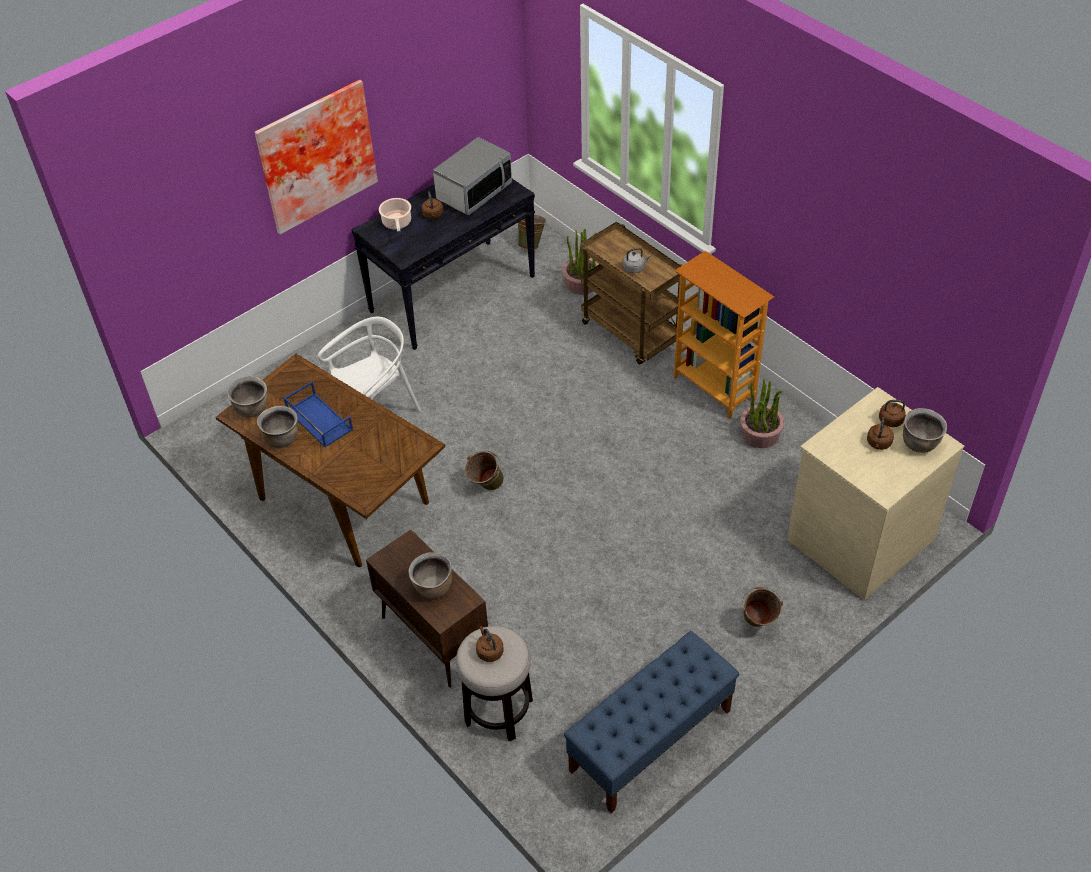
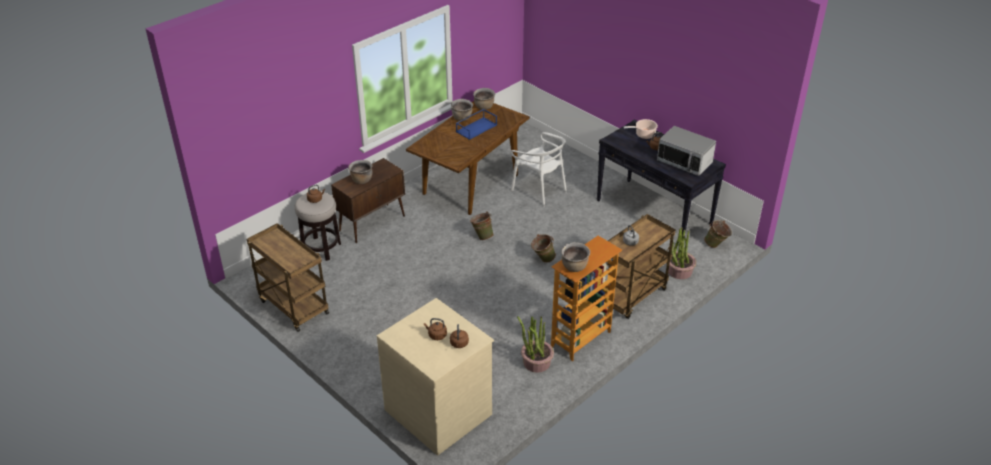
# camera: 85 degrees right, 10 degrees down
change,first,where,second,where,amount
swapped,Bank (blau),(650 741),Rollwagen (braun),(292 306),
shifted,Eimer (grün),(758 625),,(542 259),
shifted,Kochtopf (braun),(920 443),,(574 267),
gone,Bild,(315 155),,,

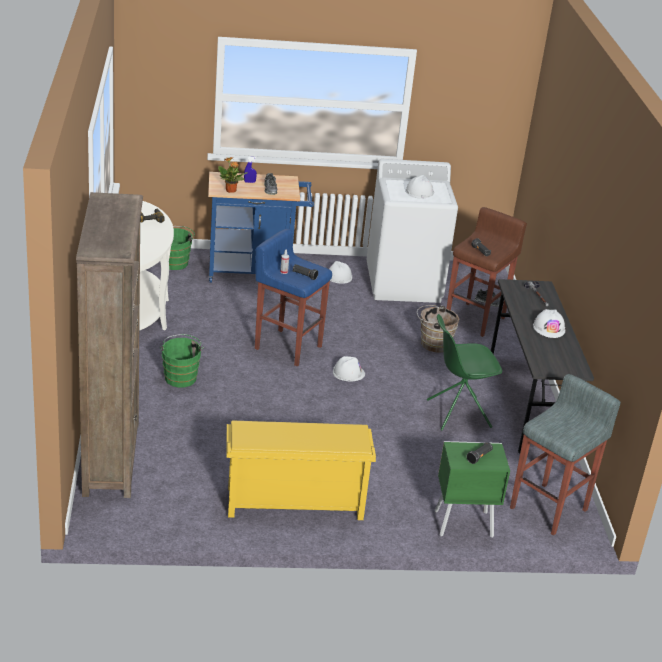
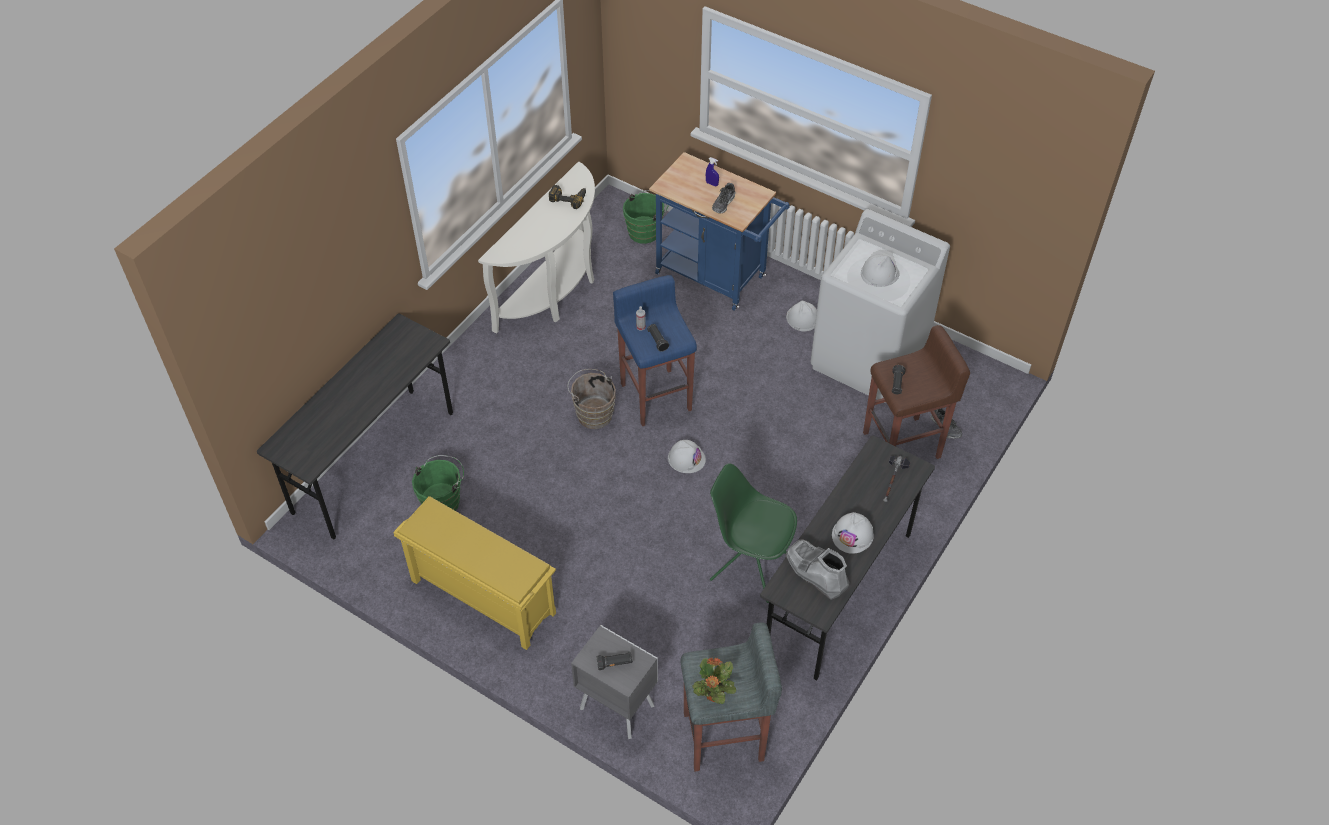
# camera: 40 degrees right, 20 degrees up
change,first,where,second,where,amount
swapped,Bücherregal (braun),(111 458),Schreibtisch (grau),(374 461),
shifted,Eimer (grün),(180 377),,(443 500),
shifted,Eimer (braun),(433 343),,(593 413),
repainted,Nachttisch (grün),(462 523),Nachttisch (grau),(616 706),
shifted,Topfpflanze,(231 191),,(713 695),
new,,,Stiefel (grau),(816 572),

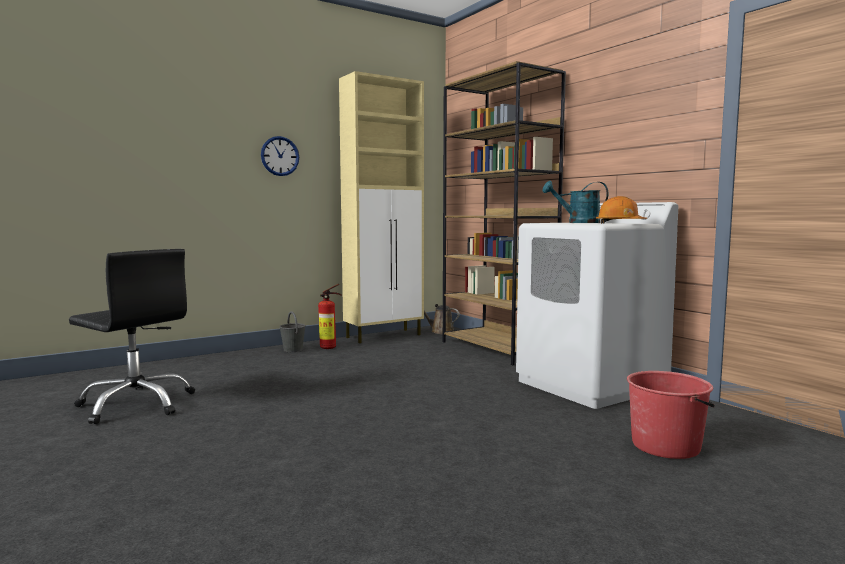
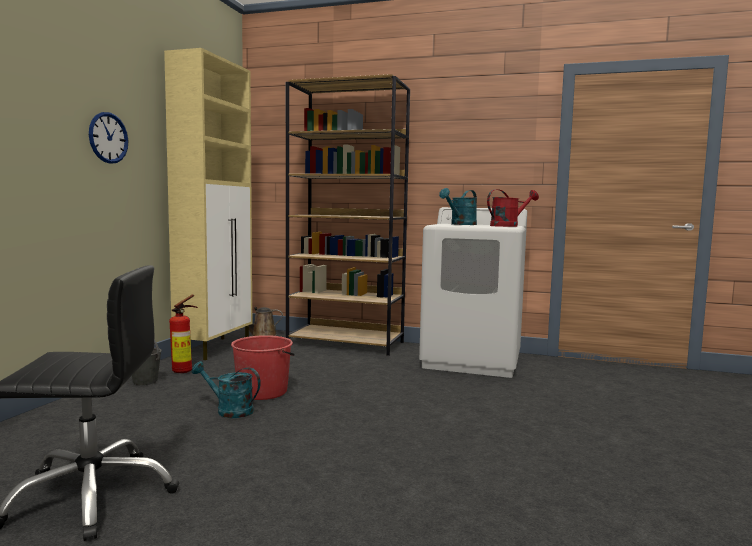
# camera: 40 degrees left, 0 degrees up
change,first,where,second,where,amount
new,,,Gießkanne (türkis),(229 411),
shifted,Eimer (rot),(666 446),,(263 391),
swapped,Schutzhelm (orange),(620 223),Gießkanne (rot),(508 226),

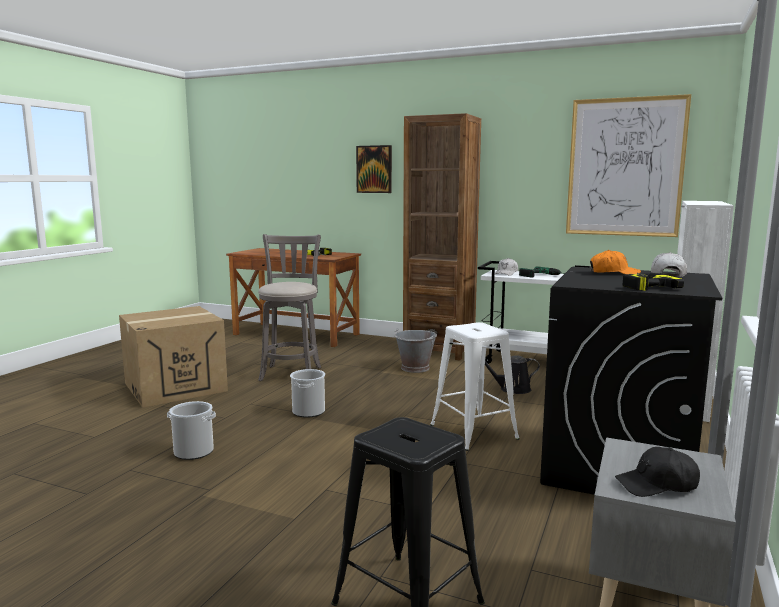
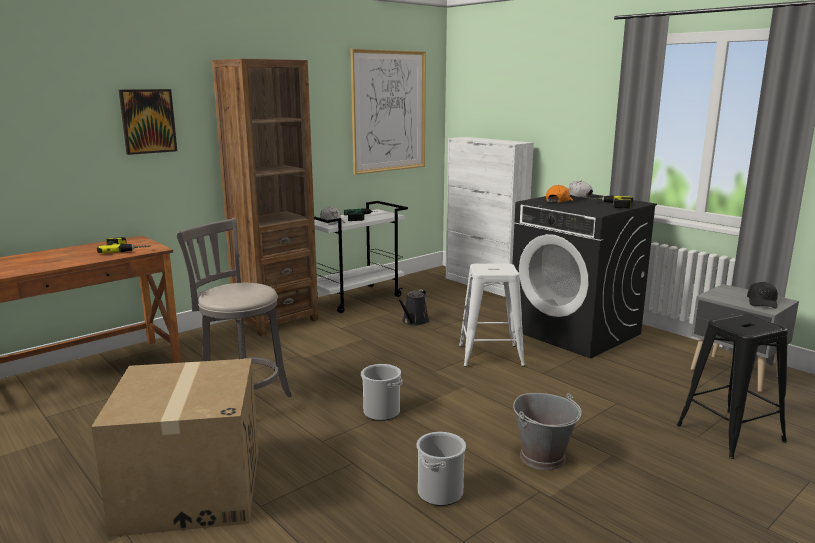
# camera: 65 degrees left, 5 degrees up
change,first,where,second,where,amount
shifted,Eimer (grau),(415 368),,(543 457),

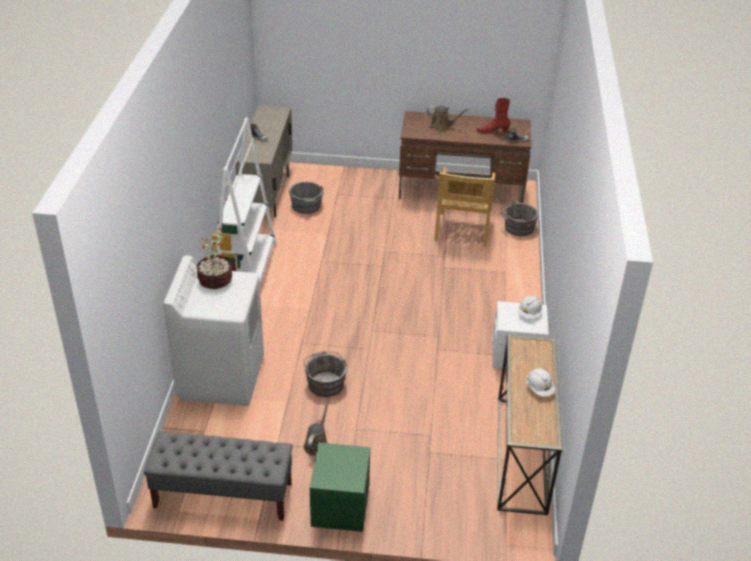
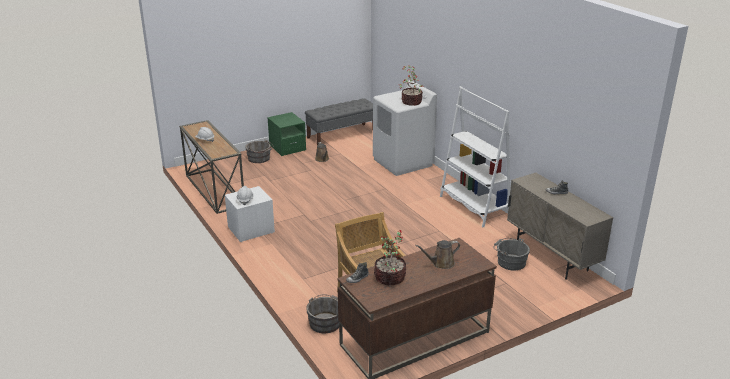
# camera: 145 degrees right, 10 degrees down
change,first,where,second,where,amount
shifted,Eimer (grau),(325 382),,(260 159),
swapped,Stiefel (rot),(492 132),Topfpflanze,(390 278),

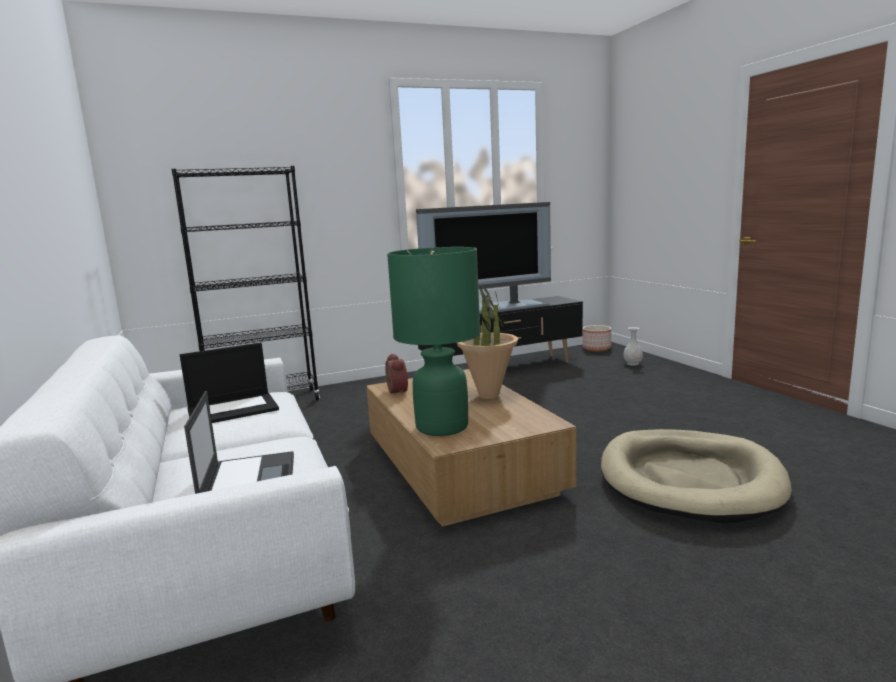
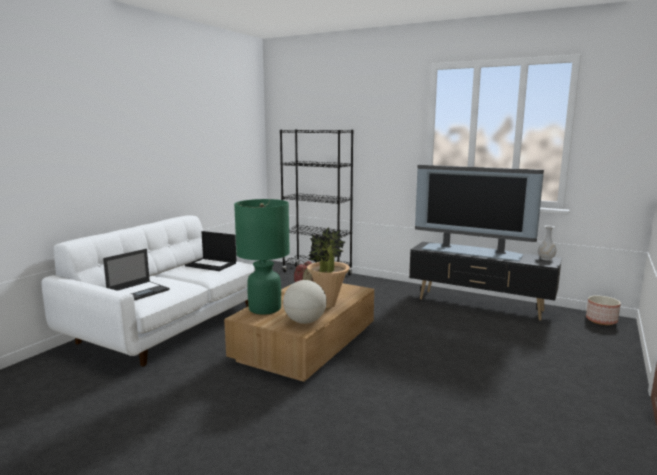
# camera: 50 degrees right, 0 degrees up
change,first,where,second,where,amount
new,,,Globus,(304 321),
shifted,Vase (weiß),(633 364),,(546 259),
gone,Hundebett (beige),(689 479),,,

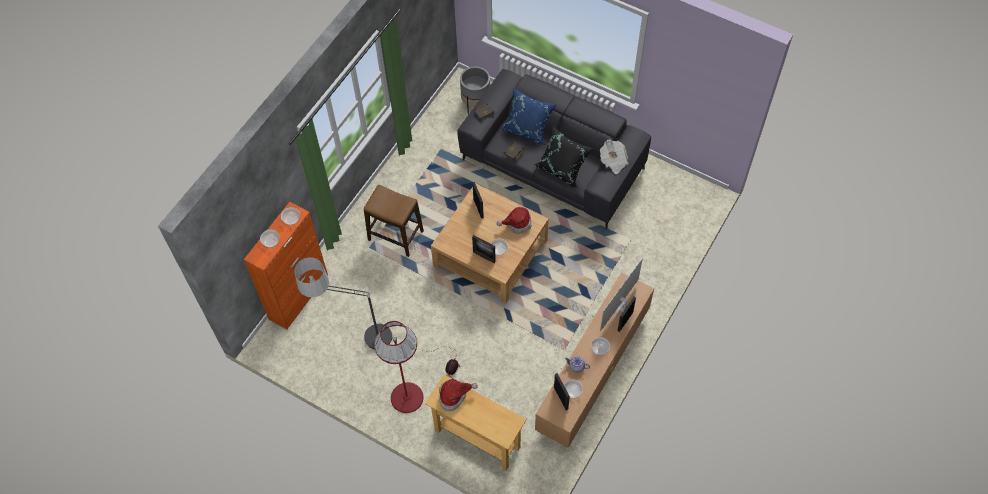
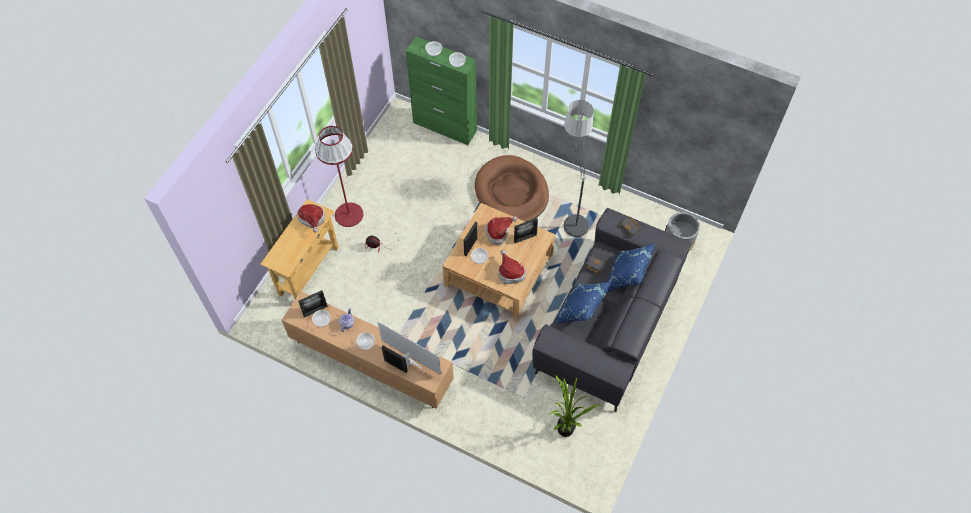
# camera: 85 degrees right, 0 degrees up
change,first,where,second,where,amount
repainted,Schrank (orange),(299 296),Schrank (grün),(445 127),
swapped,Hocker,(396 236),Hundebett (braun),(512 192),
new,,,Hut,(499 232),
new,,,Topfpflanze,(564 425),
repainted,Kissen (schwarz),(562 168),Kissen (blau),(580 311),
shifted,Stehlampe,(355 340),,(571 209),
gone,Zeitung,(613 161),,,

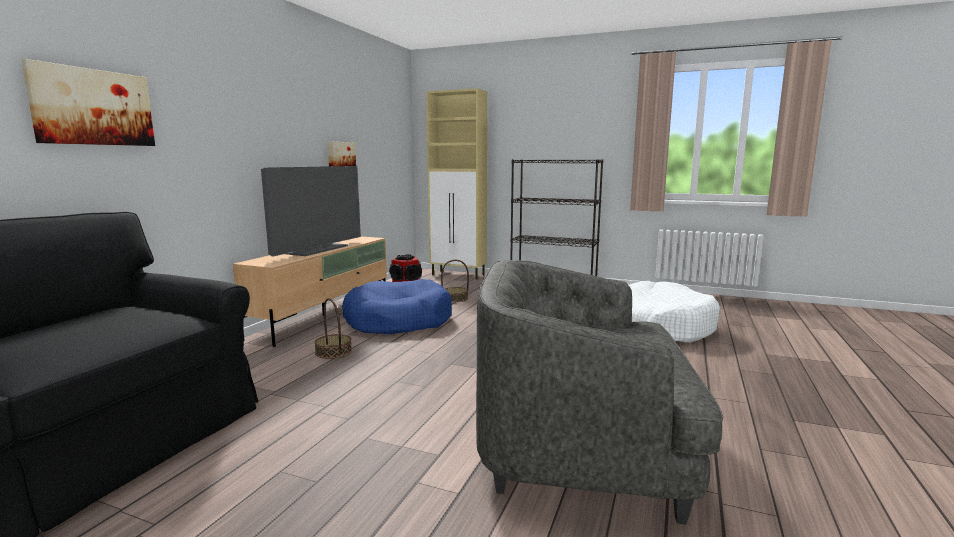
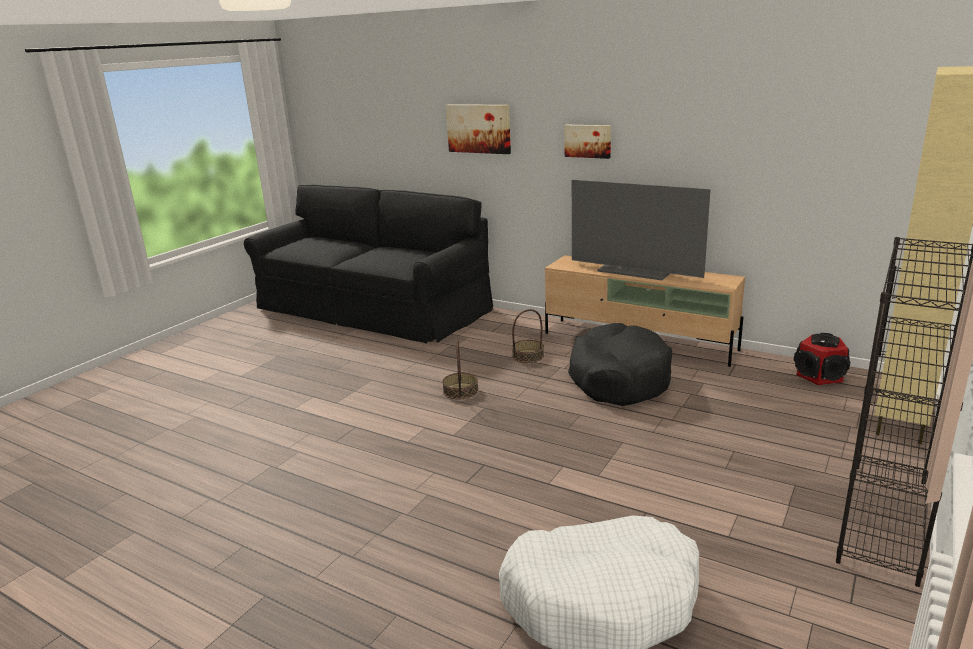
# camera: 100 degrees right, 10 degrees up
change,first,where,second,where,amount
shifted,Korb,(455 298),,(460 391),
shifted,Bild,(340 155),,(588 141),
repainted,Hundebett (blau),(398 321),Hundebett (schwarz),(619 378),
gone,Sessel (grau),(581 446),,,

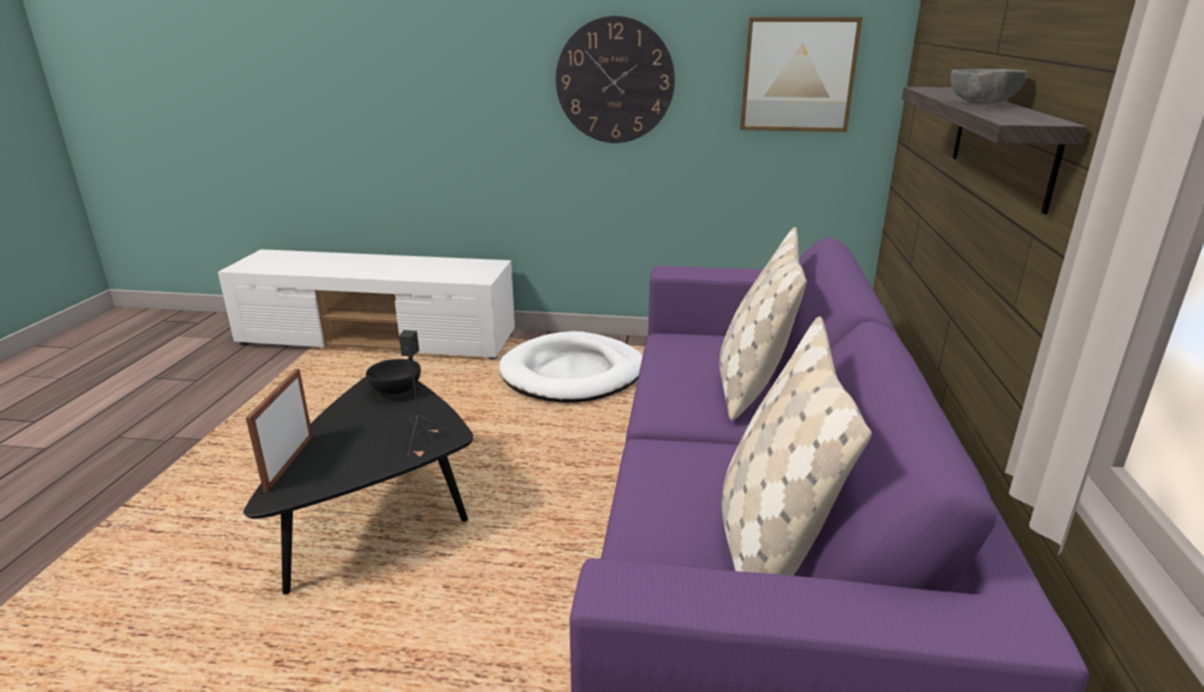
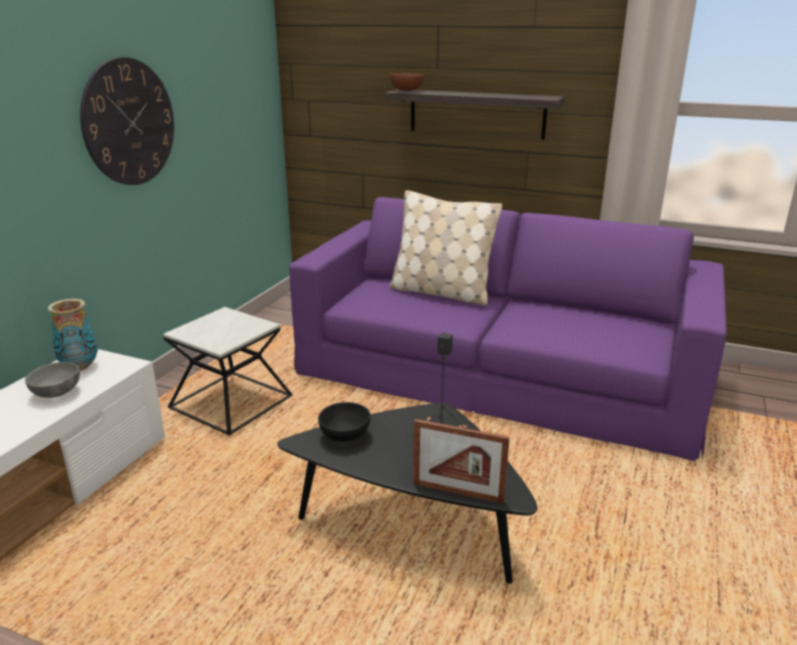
# camera: 75 degrees left, 0 degrees up
change,first,where,second,where,amount
shifted,Schüssel (grau),(981 104),,(57 394),
new,,,Vase,(80 367),
swapped,Hundebett (weiß),(573 373),Beistelltisch,(231 402),
new,,,Schüssel (braun),(405 91),
gone,Kissen (beige),(769 542),,,
gone,Bild,(798 75),,,

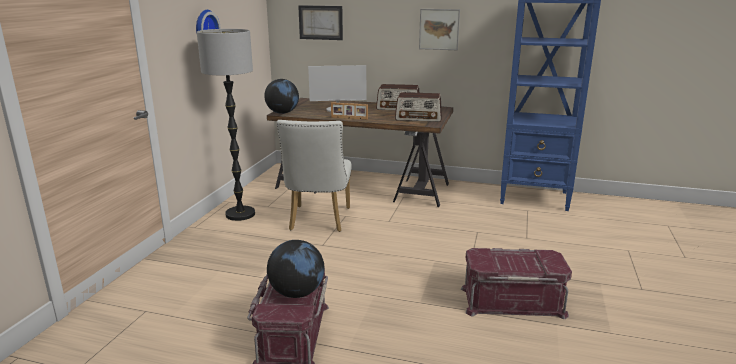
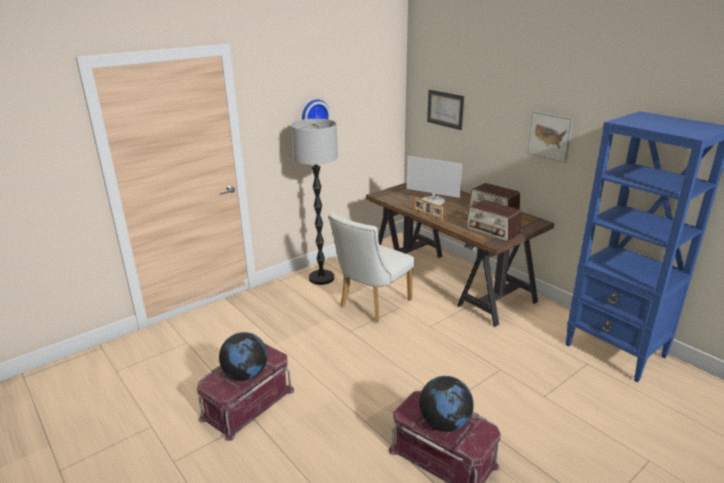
# camera: 35 degrees right, 5 degrees up
change,first,where,second,where,amount
shifted,Globus,(282 113),,(444 423),

